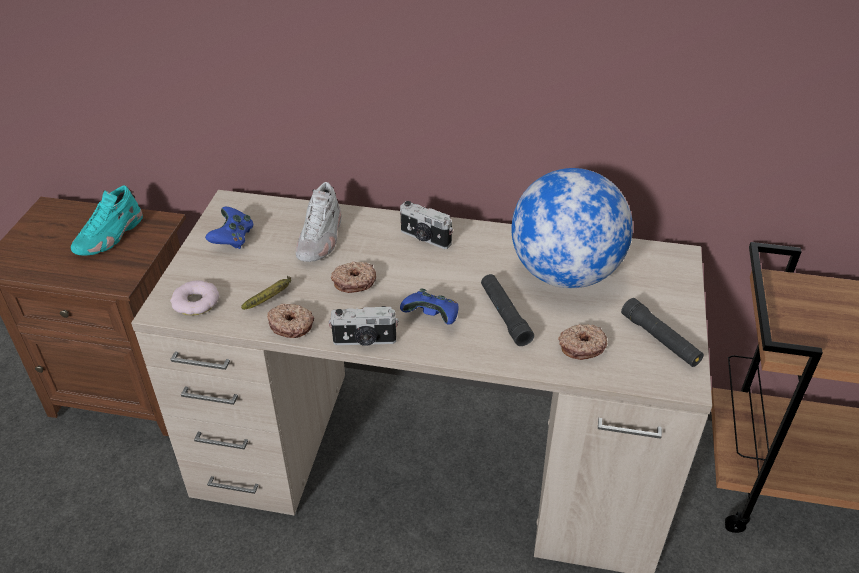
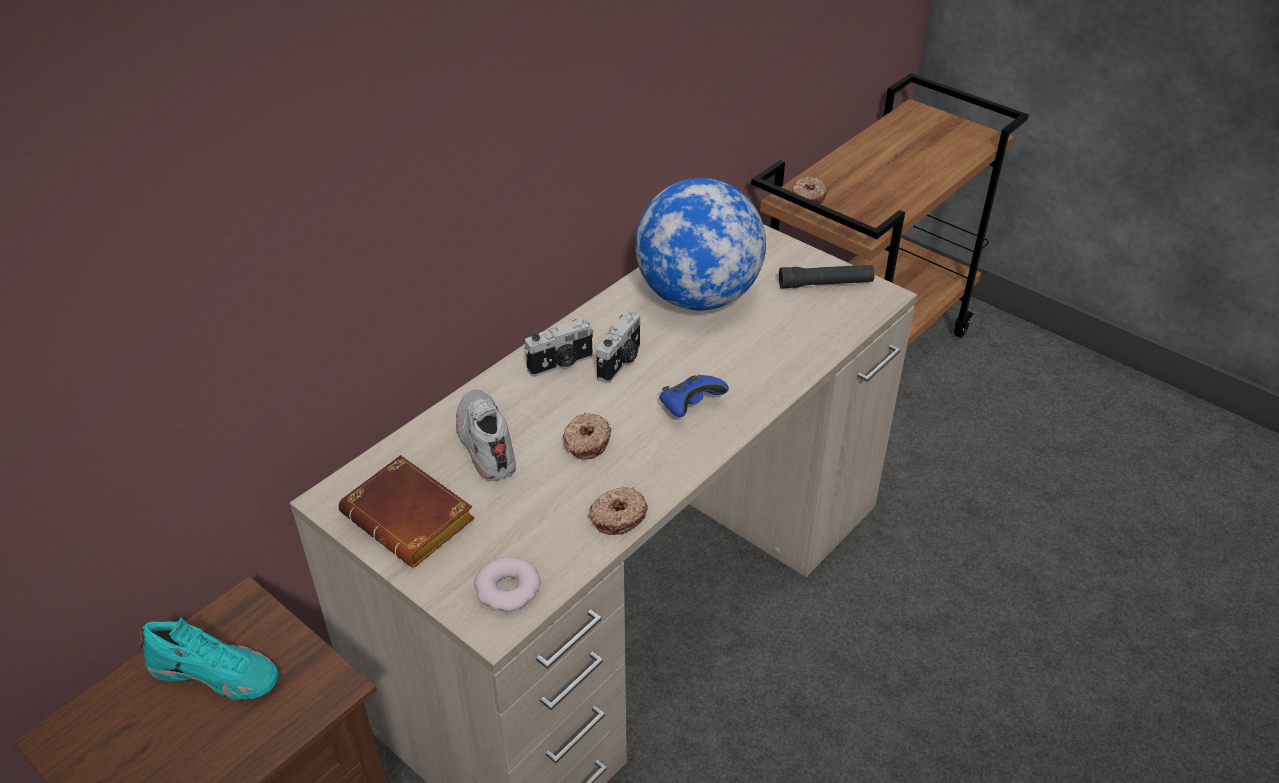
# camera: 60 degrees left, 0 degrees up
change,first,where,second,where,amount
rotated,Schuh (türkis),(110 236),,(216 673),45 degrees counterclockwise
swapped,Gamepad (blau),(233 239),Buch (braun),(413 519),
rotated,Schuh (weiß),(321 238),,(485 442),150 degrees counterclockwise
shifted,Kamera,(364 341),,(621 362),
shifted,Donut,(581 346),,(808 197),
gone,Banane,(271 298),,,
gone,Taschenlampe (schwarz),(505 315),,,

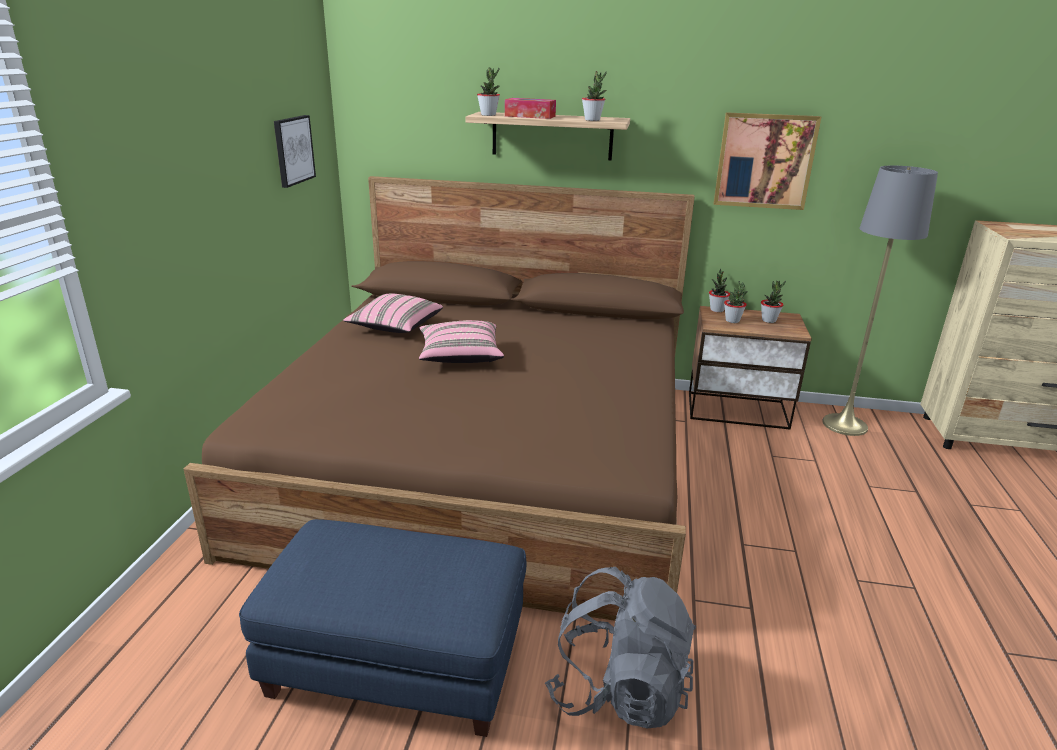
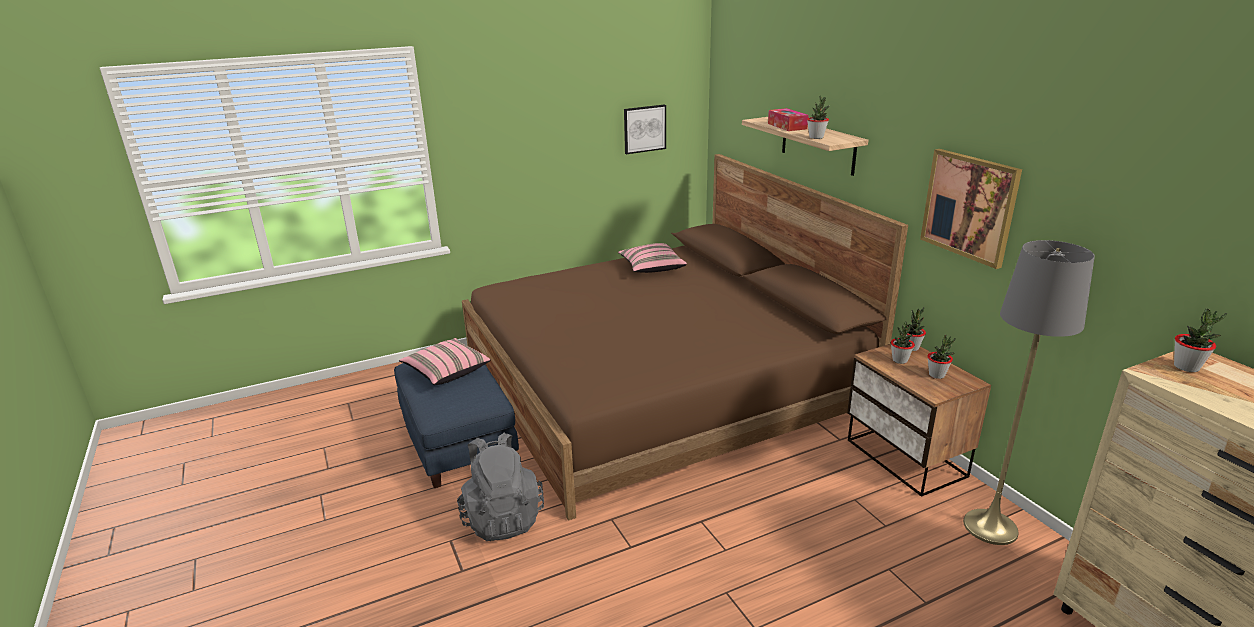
# camera: 55 degrees right, 0 degrees up
change,first,where,second,where,amount
shifted,Kissen (rosa),(460 357),,(446 372),
shifted,Topfpflanze,(488 115),,(1186 367),

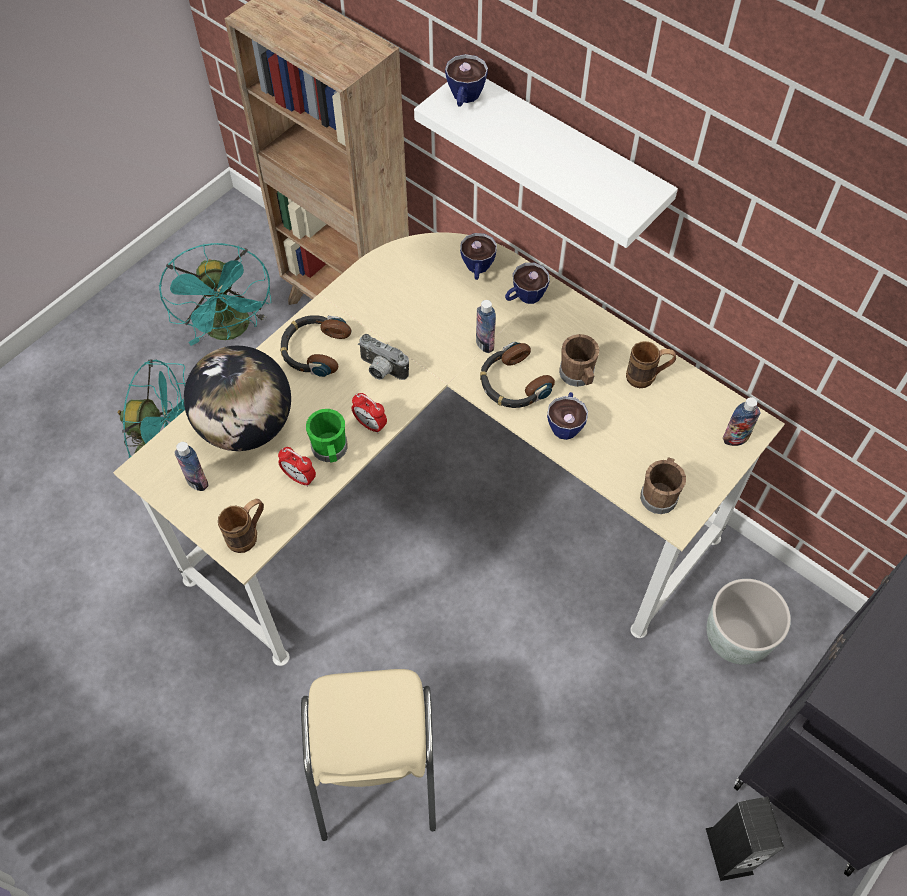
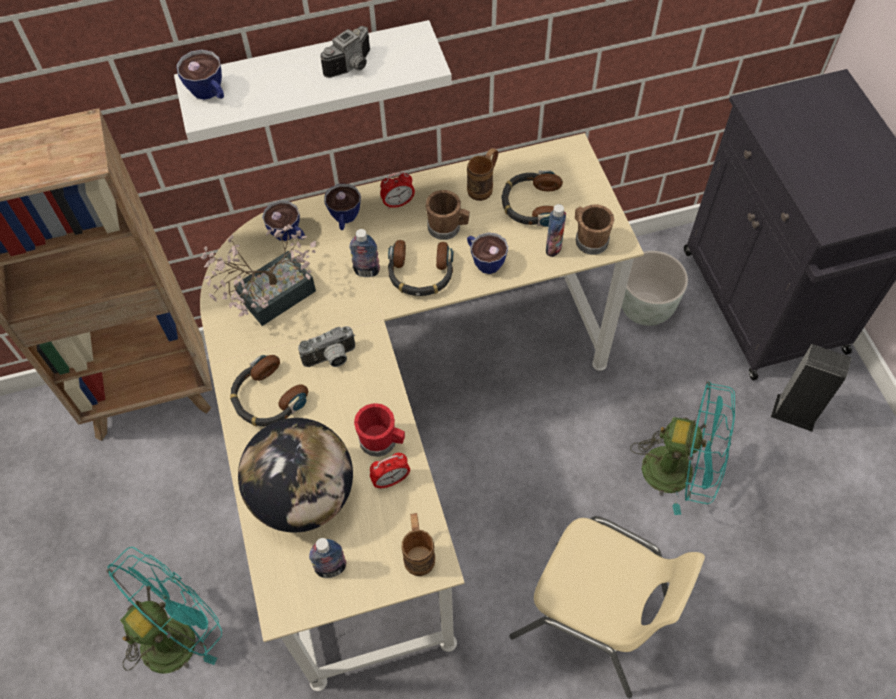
# camera: 55 degrees left, 0 degrees up
change,first,where,second,where,amount
new,,,Topfpflanze,(269 299),
new,,,Kamera,(353 66),
repainted,Henkelbecher (grün),(330 451),Henkelbecher (rot),(382 441),
shifted,Wecker,(370 425),,(398 203),
new,,,Kopfhörer,(531 204),
shifted,Flasche,(735 439),,(553 248),
shifted,Ventilator (türkis),(231 331),,(679 471),

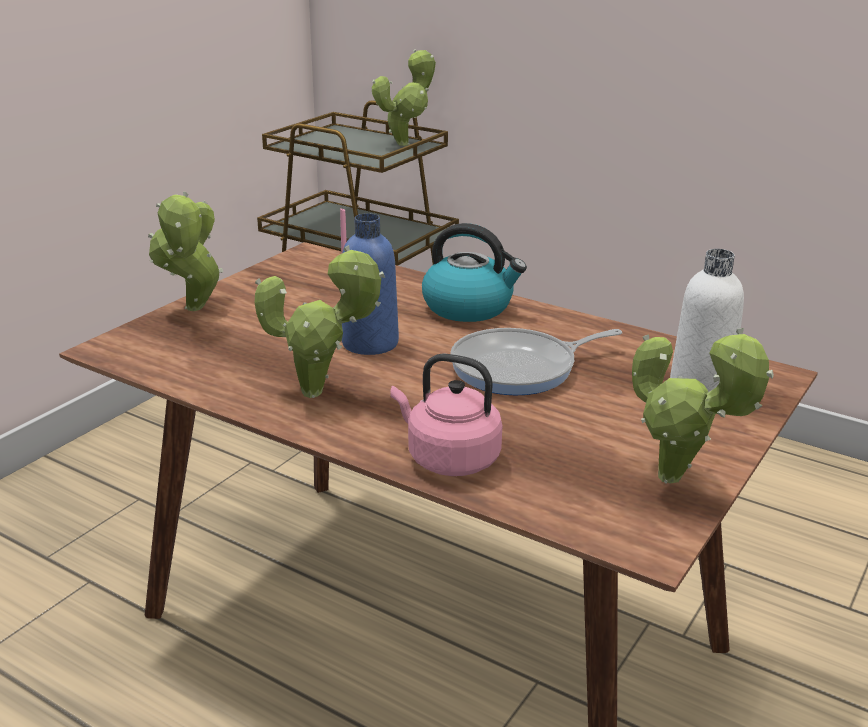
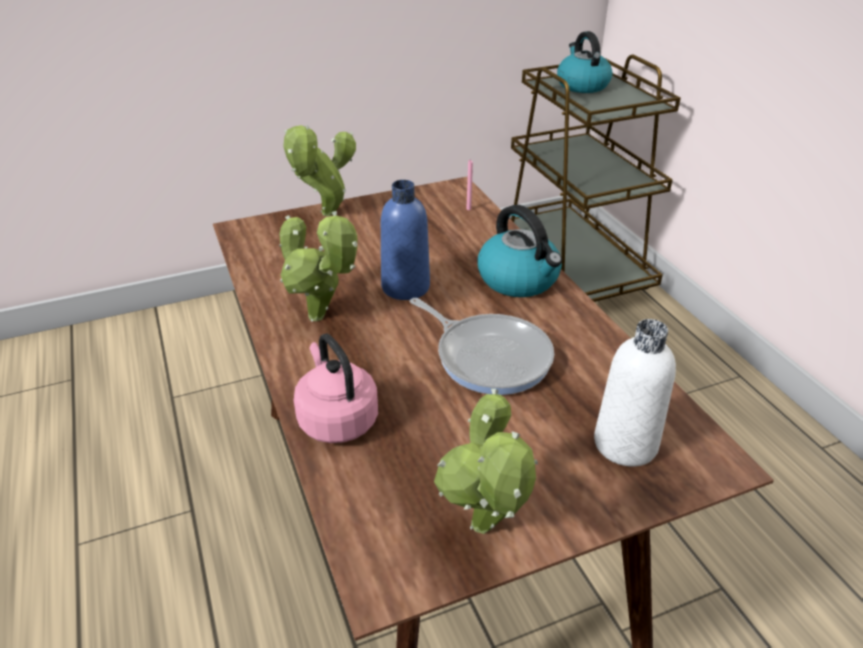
# camera: 35 degrees right, 10 degrees up
change,first,where,second,where,amount
rotated,Pfanne,(520 368),,(489 356),150 degrees counterclockwise
new,,,Wasserkessel,(581 85),
gone,Topfpflanze,(406 143),,,

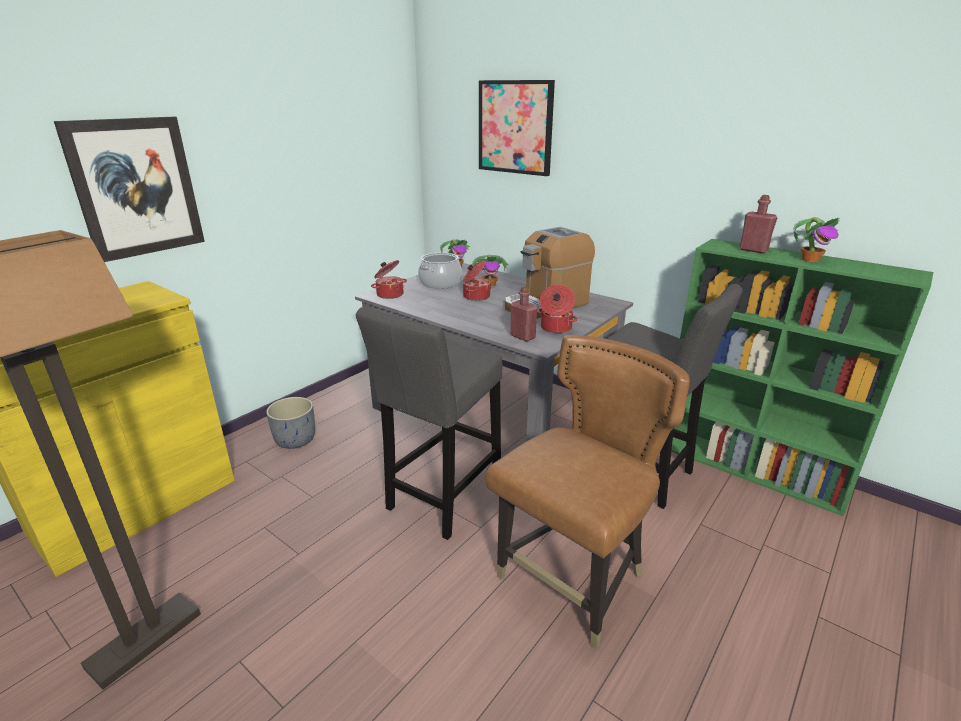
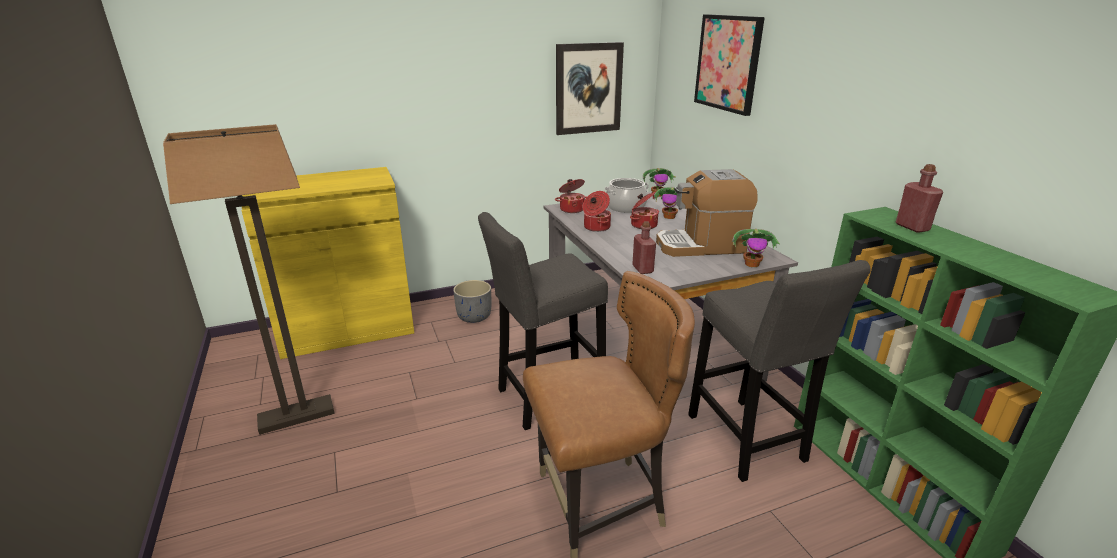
# camera: 30 degrees right, 0 degrees up
change,first,where,second,where,amount
shifted,Bild,(136 188),,(588 88),
shifted,Kochtopf,(555 328),,(596 227),
shifted,Topfpflanze,(810 259),,(752 264),

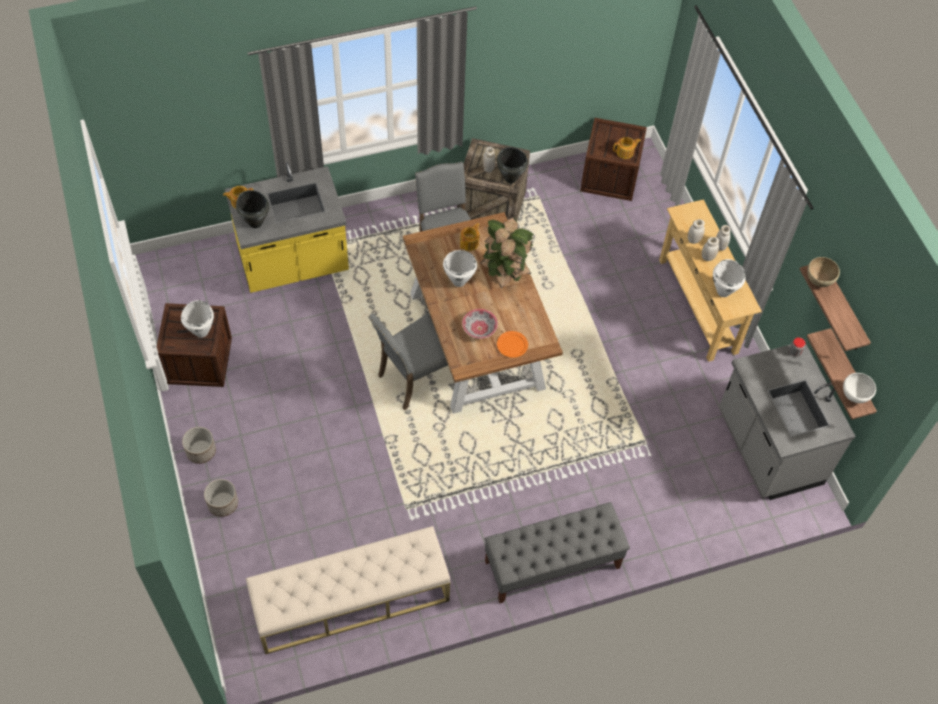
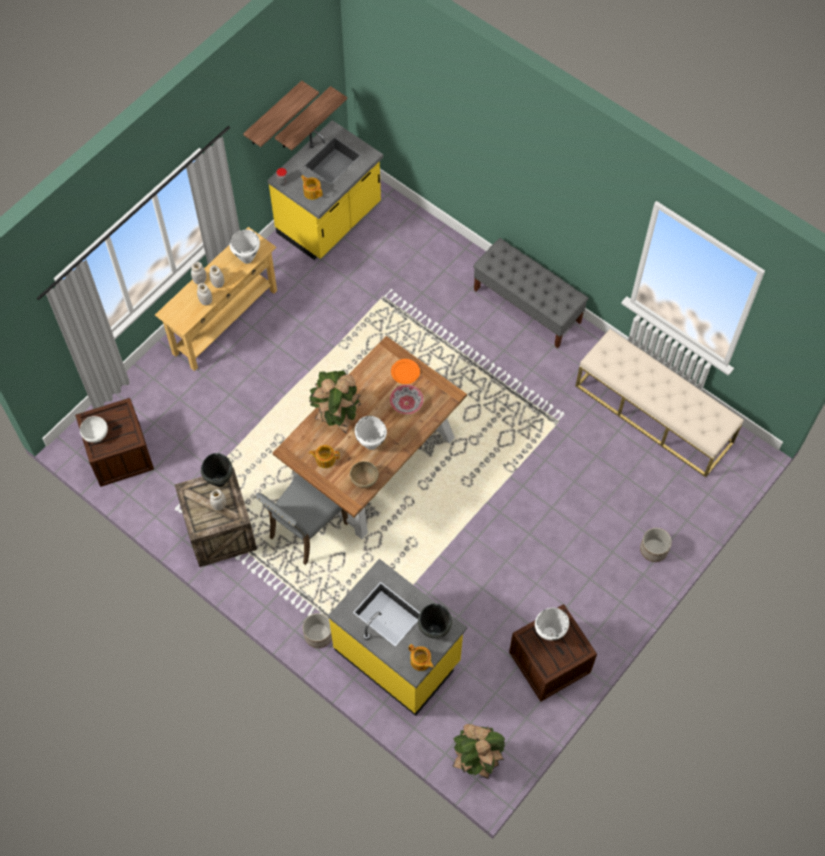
# camera: 120 degrees left, 5 degrees up
change,first,where,second,where,amount
shifted,Schüssel (weiß),(855 395),,(96 435),
repainted,Küchenzeile (grau),(768 448),Küchenzeile (gelb),(330 220),
shifted,Teekanne,(625 152),,(312 192),
shifted,Pflanzkübel,(201 451),,(318 635),
shifted,Schüssel (braun),(818 280),,(364 480),
new,,,Topfpflanze,(477 760),
gone,Stuhl (grau),(415 379),,,

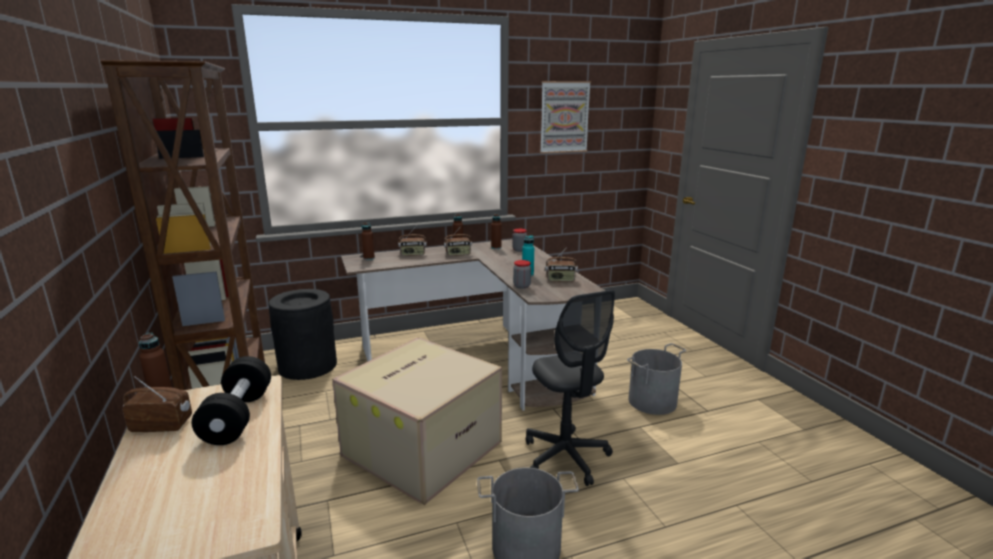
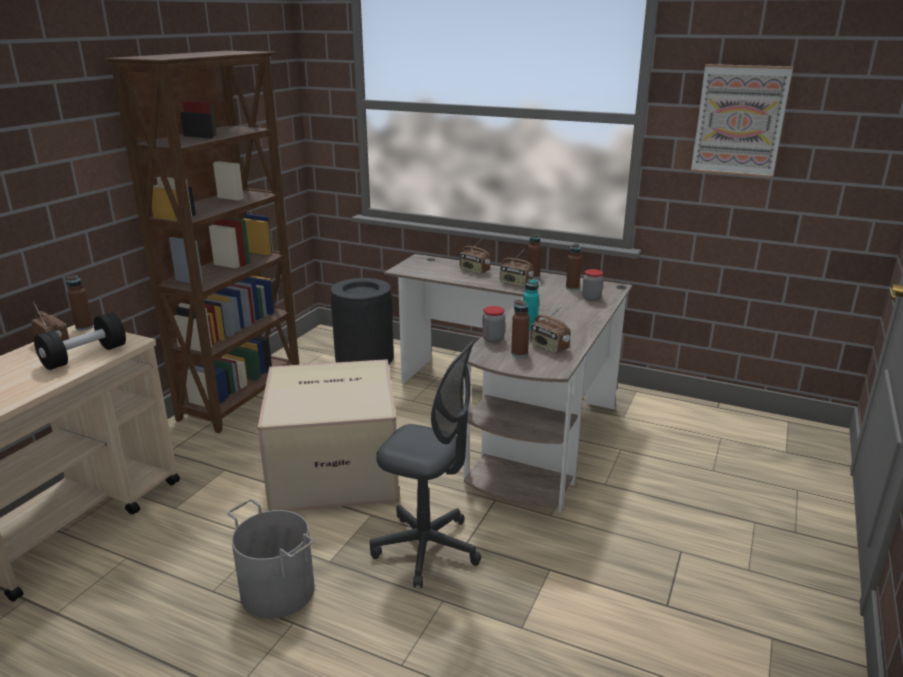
# camera: 45 degrees right, 5 degrees up
change,first,where,second,where,amount
rotated,Bürostuhl (grau),(566 457),,(426 549),90 degrees counterclockwise
shifted,Flasche (braun),(369 258),,(519 353),
gone,Eimer (grau),(651 401),,,

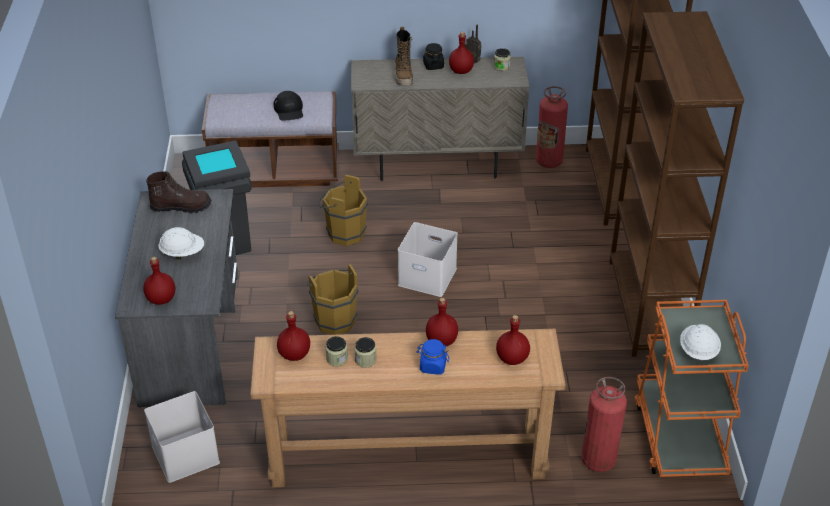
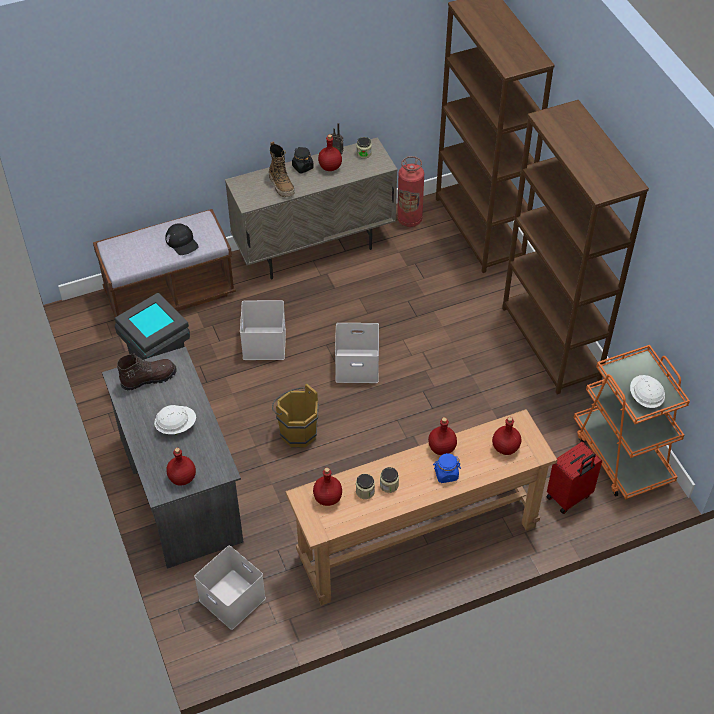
# camera: 20 degrees left, 10 degrees up
change,first,where,second,where,amount
swapped,Eimer (braun),(343 233),Aufbewahrungsbox (weiß),(263 343),
swapped,Feuerlöscher,(598 460),Koffer (rot),(569 497),

